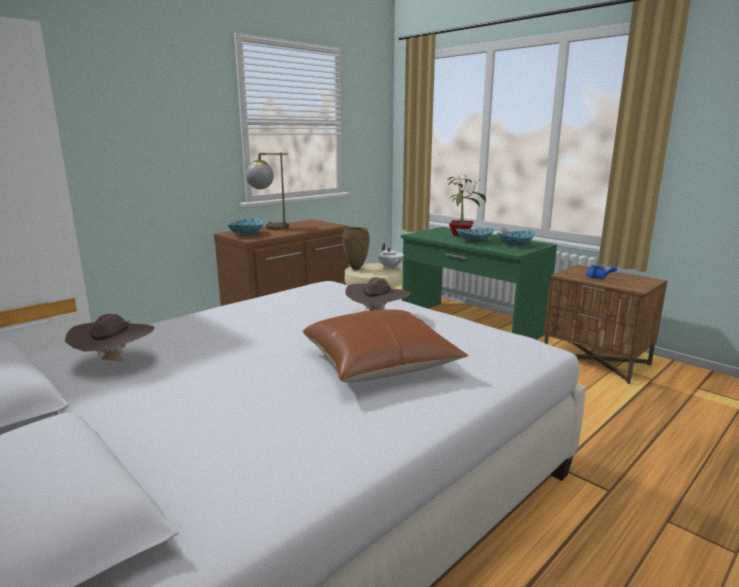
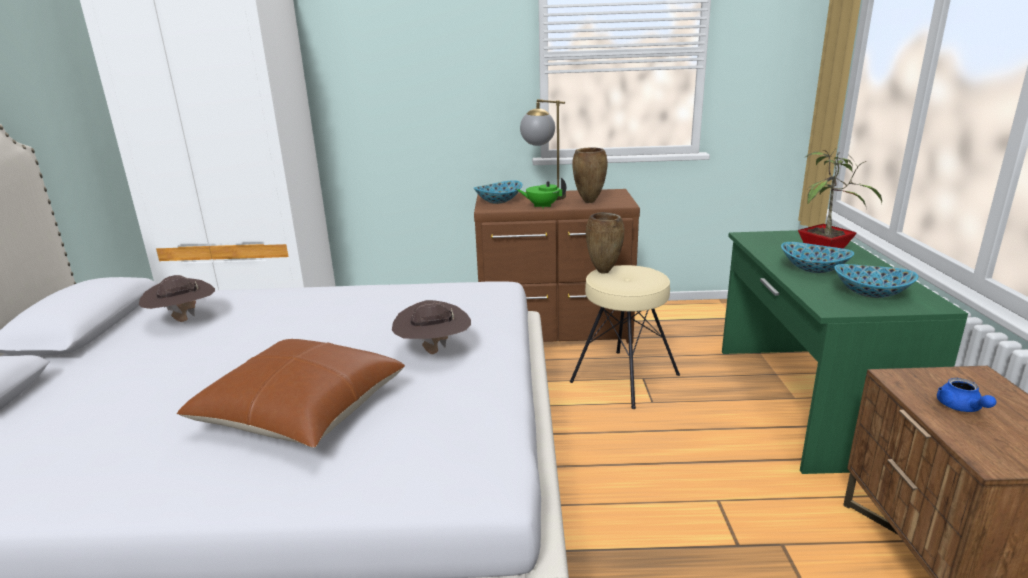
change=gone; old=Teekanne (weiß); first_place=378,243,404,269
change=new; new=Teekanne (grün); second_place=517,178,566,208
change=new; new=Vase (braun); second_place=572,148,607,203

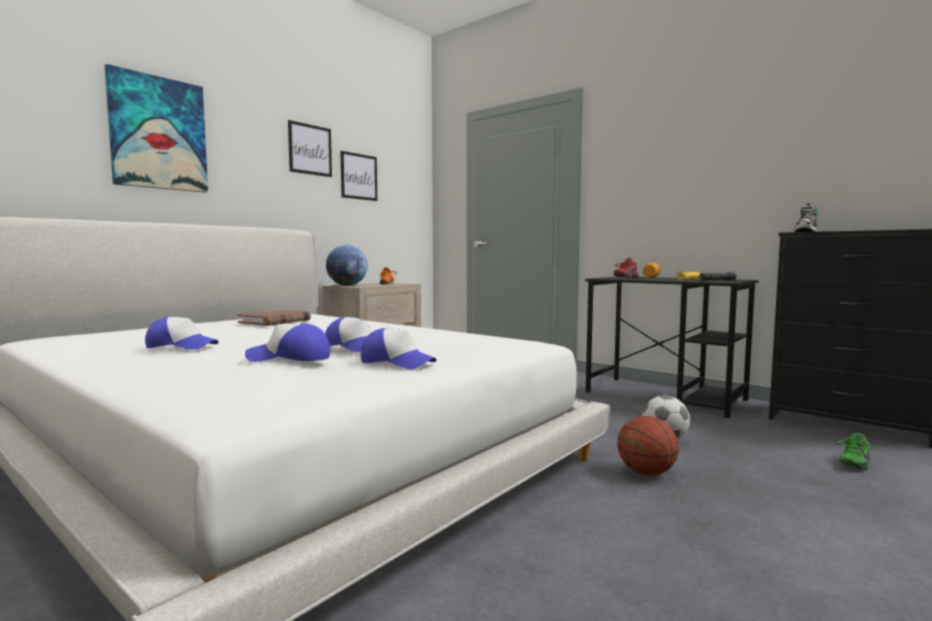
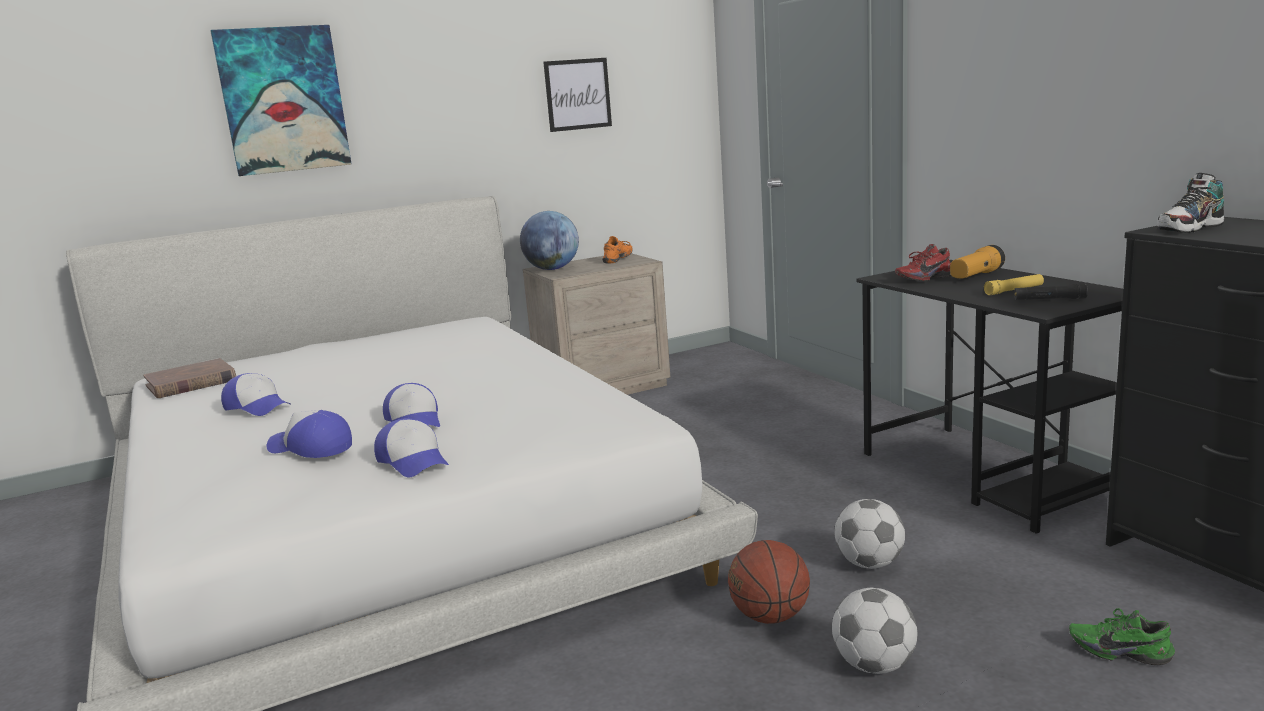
change=gone; old=Bild; first_place=288,120,332,177
change=new; new=Fußball; second_place=832,588,917,674
change=shifted; old=Buch (braun); first_place=237,309,311,326; second_place=143,358,236,398
change=rotated; old=Schuh (grün); first_place=834,433,870,469; second_place=1069,608,1175,665; degrees=45

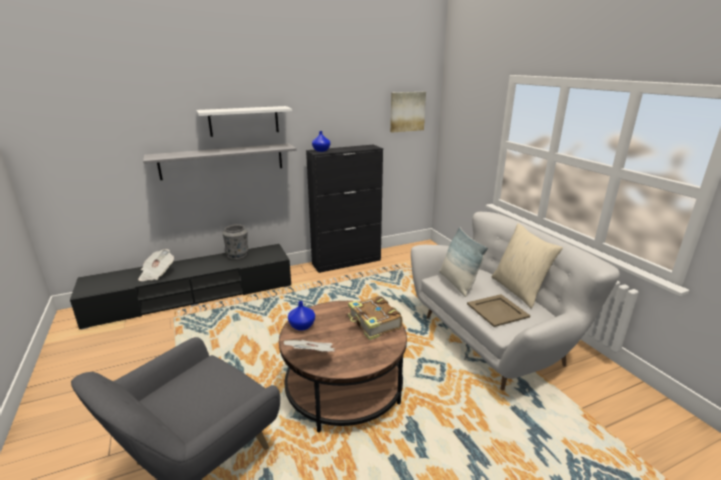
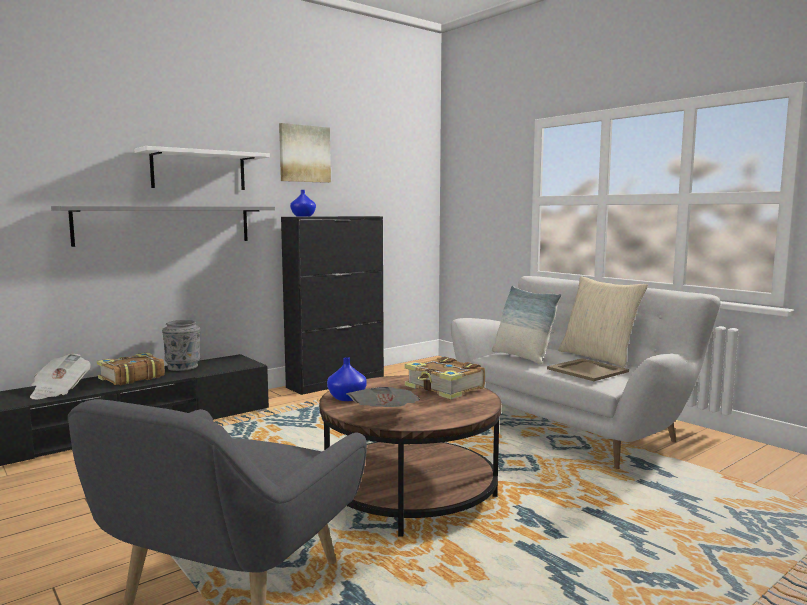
change=new; new=Buch; second_place=97,352,165,386
change=shifted; old=Bild; first_place=390,92,426,133; second_place=279,123,331,183

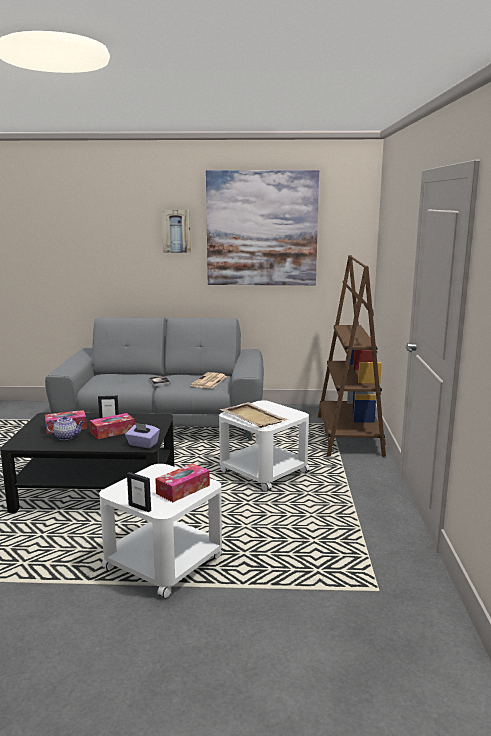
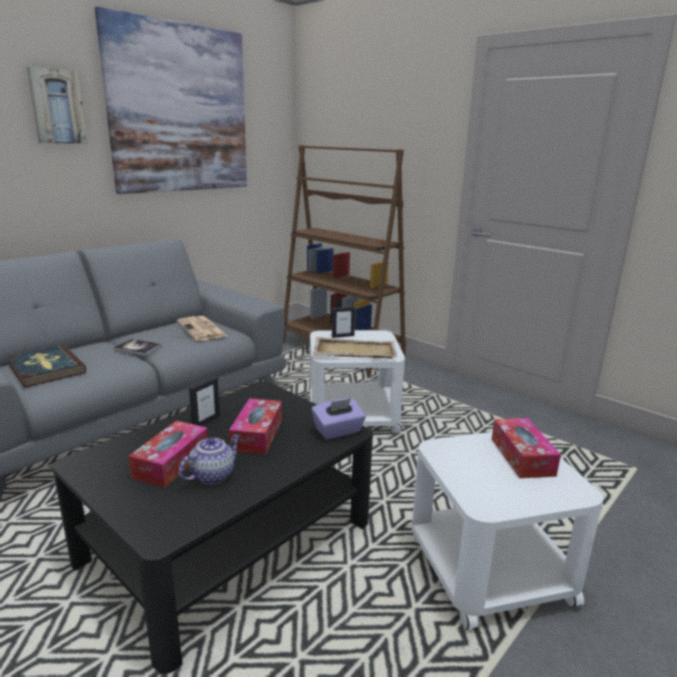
change=new; new=Buch; second_place=7,345,86,388
change=shifted; old=Bilderrahmen; first_place=127,472,151,512; second_place=332,307,355,338

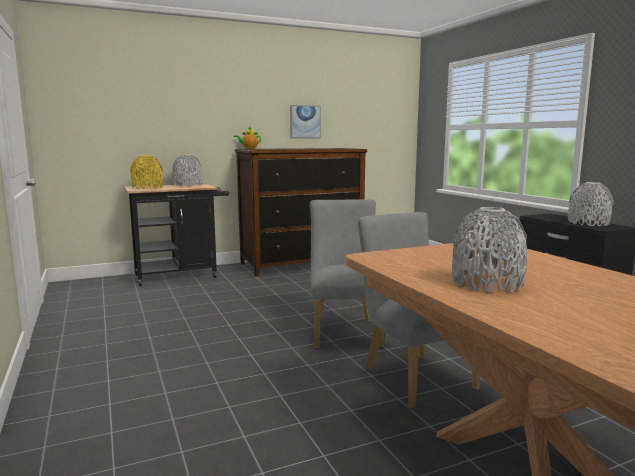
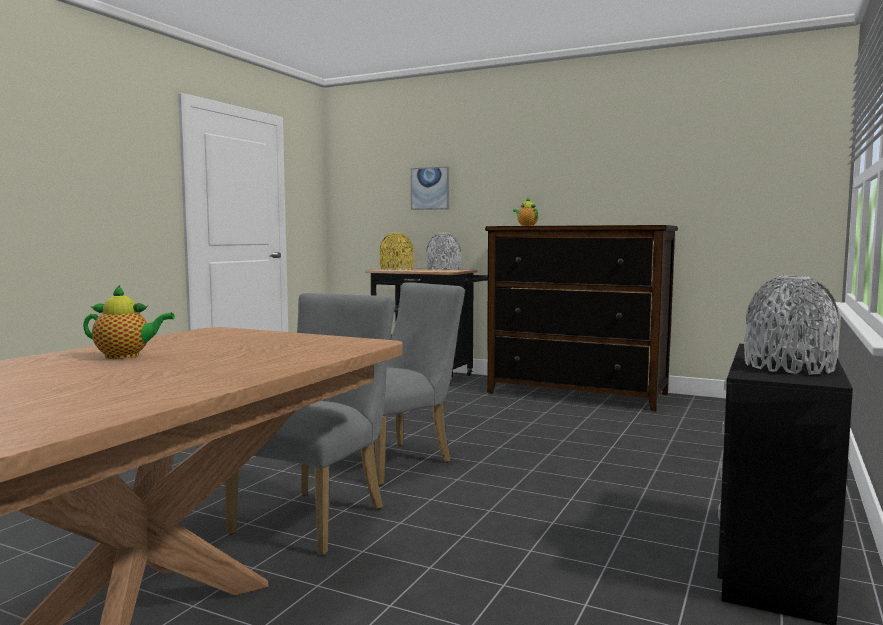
change=shifted; old=Bild; first_place=290,105,321,138; second_place=411,166,449,210
change=swapped; old=Vase (grau); new=Teekanne; first_place=452,207,527,292; second_place=83,285,175,359

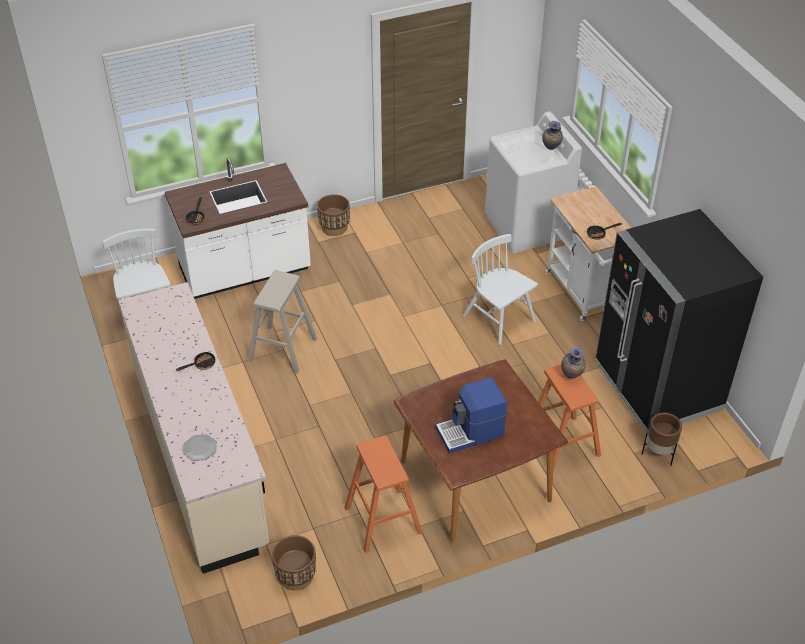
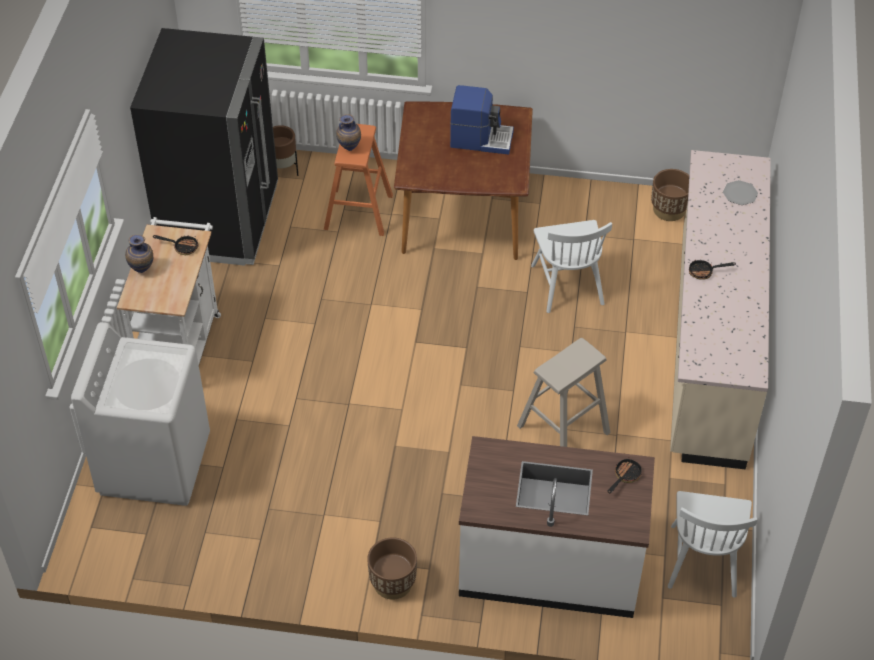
change=gone; old=Hocker (orange); first_place=344,435,423,553
change=shifted; old=Stuhl (weiß); first_place=463,234,538,345; second_place=531,220,612,313
change=shifted; old=Vase; first_place=542,121,563,150; second_place=125,235,153,273

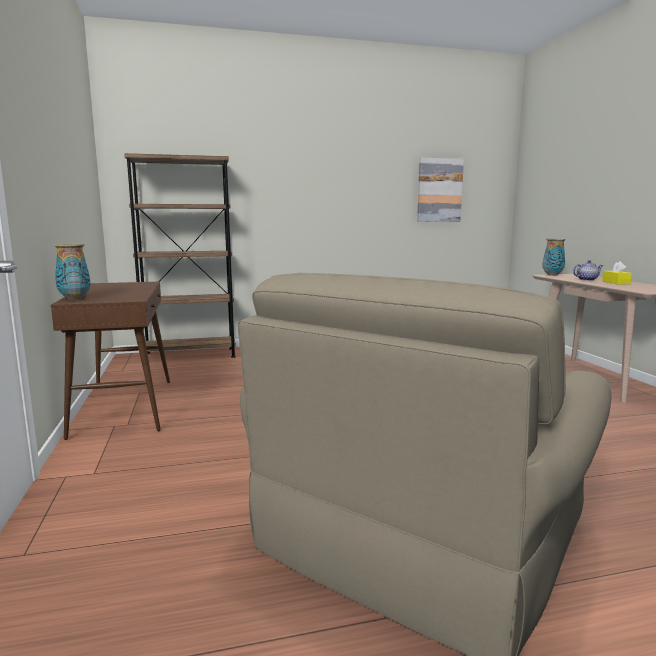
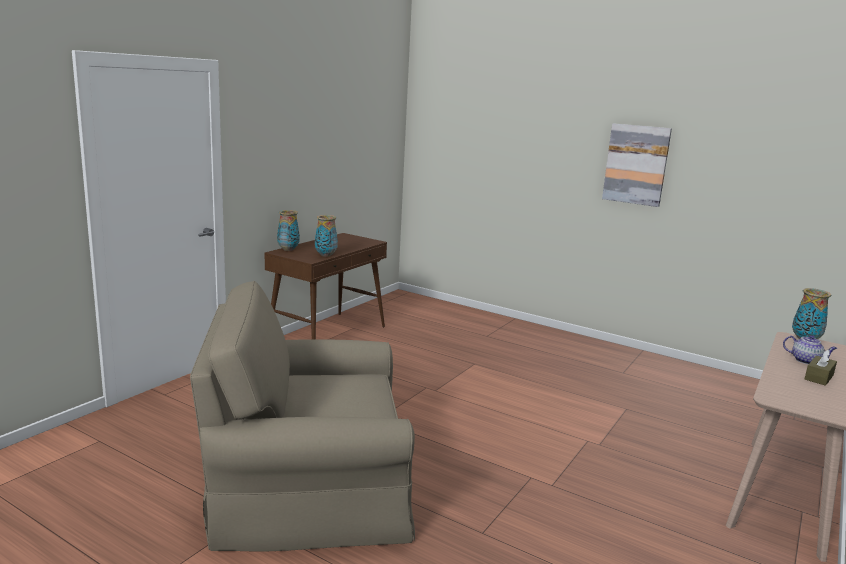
change=gone; old=Bücherregal (braun); first_place=124,153,236,358
change=new; new=Vase; second_place=315,215,338,257
change=shifted; old=Bild; first_place=417,158,464,222; second_place=602,123,672,207
change=repainted; old=Taschentuchbox (gelb); new=Taschentuchbox (braun); first_place=602,261,632,284; second_place=805,350,837,386

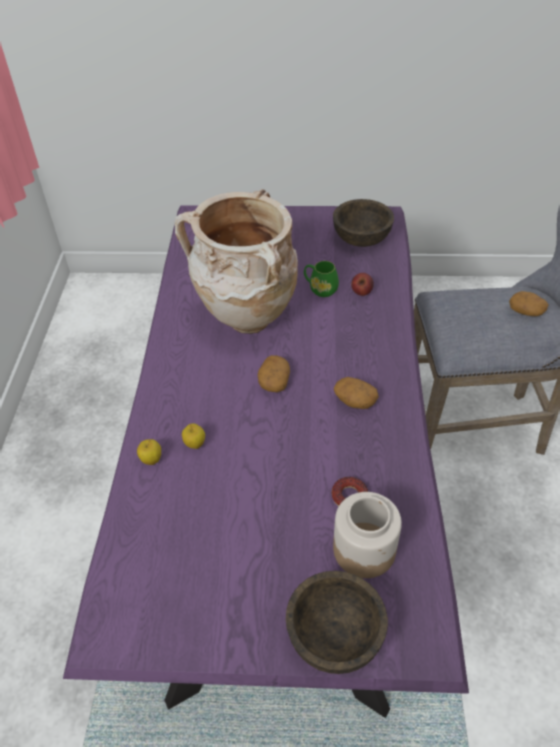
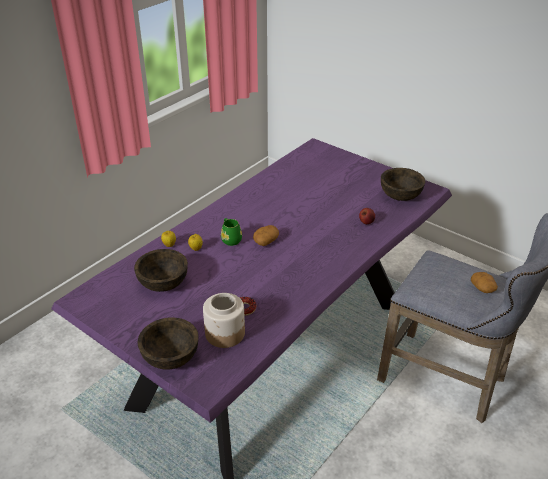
change=gone; old=Vase (beige); first_place=175,189,298,334
change=gone; old=Kartoffel; first_place=334,377,379,409
change=new; new=Schüssel (braun); second_place=134,249,188,292
change=shifted; old=Henkelbecher (grün); first_place=304,261,339,297; second_place=221,218,242,246

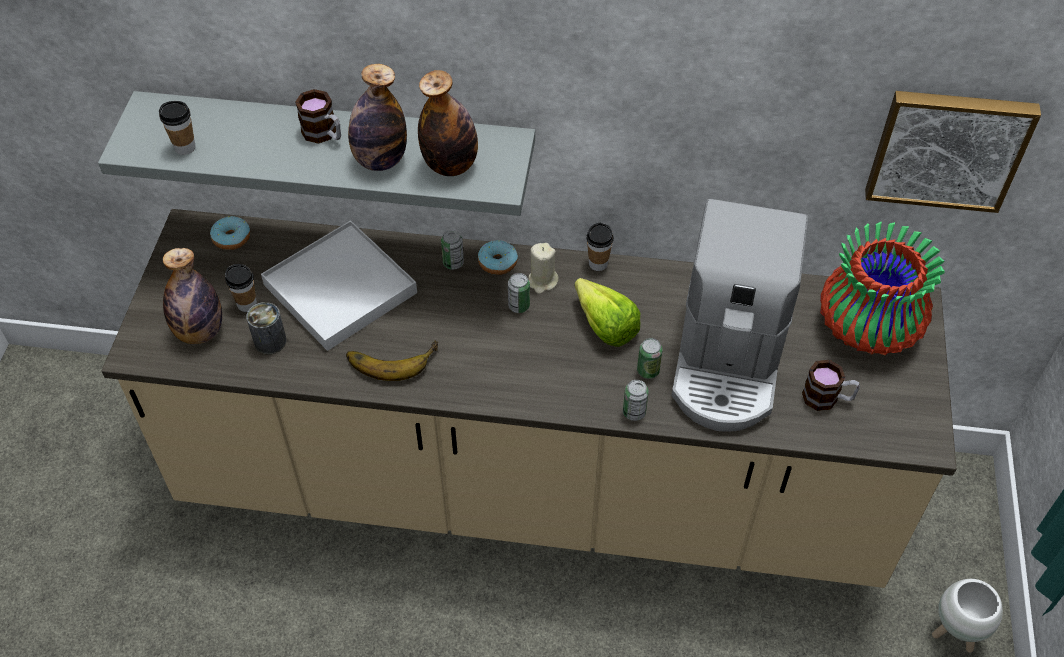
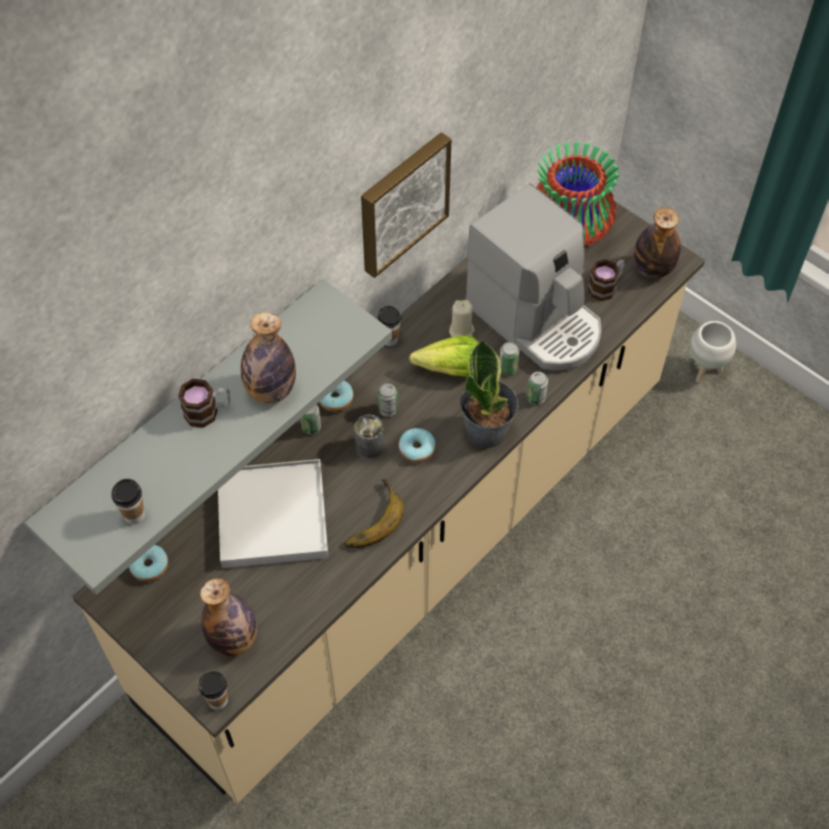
change=new; new=Donut; second_place=399,428,436,463
change=new; new=Topfpflanze; second_place=460,340,519,448
change=shifted; old=Tasse; first_place=225,264,257,312; second_place=198,671,228,710
change=shifted; old=Dose; first_place=246,302,287,354; second_place=354,415,384,459
change=shifted; old=Flasche; first_place=418,70,478,176; second_place=634,207,681,278
change=shifted; old=Kerze (beige); first_place=529,243,559,294; second_place=449,300,475,337
change=shifted; old=Bild; first_place=865,91,1041,213; second_place=361,132,452,278

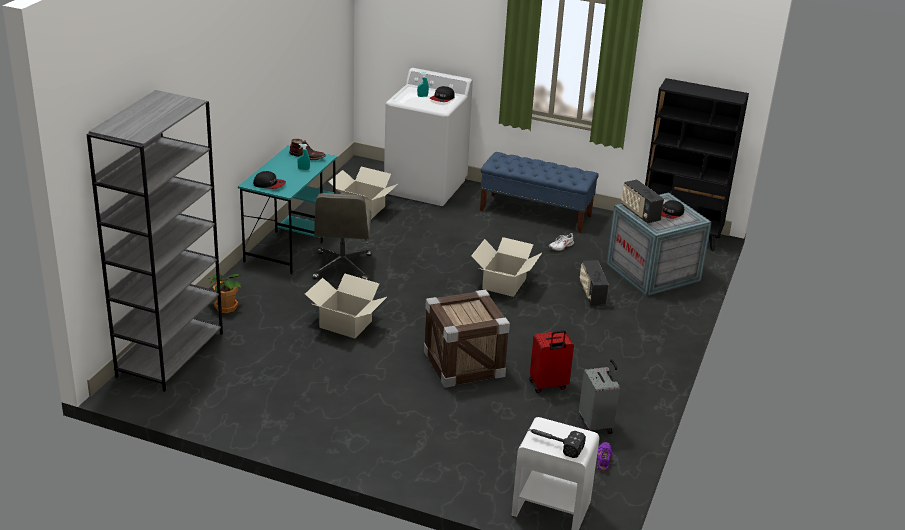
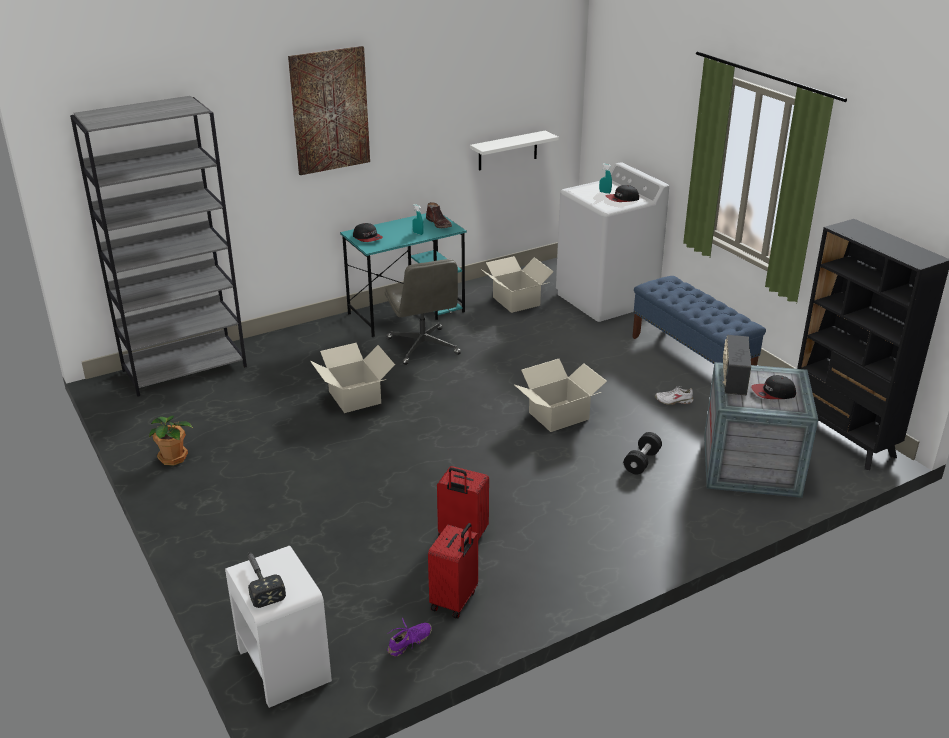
change=gone; old=Kiste; first_place=424,289,510,388
change=new; new=Bild; second_place=288,46,370,175
change=new; new=Wandregal (weiß); second_place=470,130,559,170
change=shifted; old=Topfpflanze; first_place=209,274,242,314; second_place=149,416,193,466
change=swapped; old=Radio; new=Hantel (schwarz); first_place=580,260,609,306; second_place=624,432,662,474
change=repainted; old=Koffer (grau); new=Koffer (rot); first_place=579,359,620,434; second_place=428,523,478,619
change=rotated; old=Bürostuhl (grau); first_place=313,193,372,280; second_place=385,259,461,365; degrees=-60

